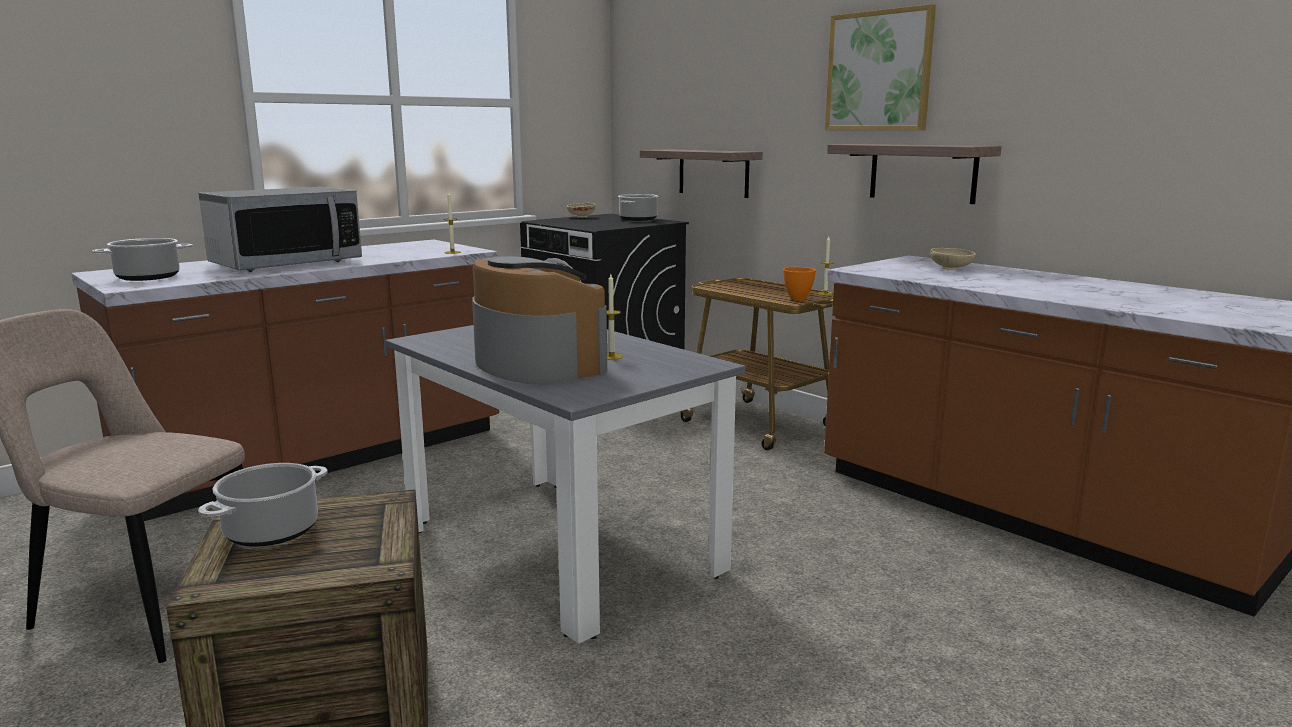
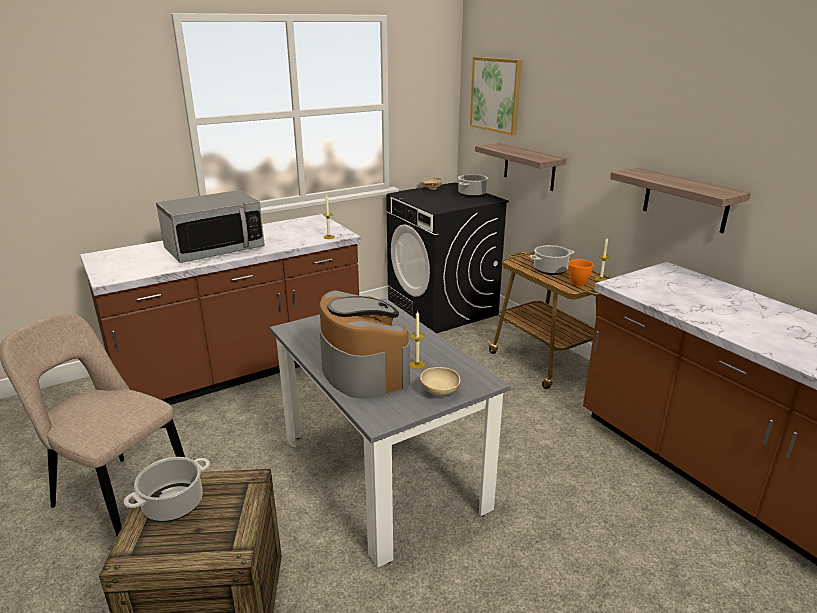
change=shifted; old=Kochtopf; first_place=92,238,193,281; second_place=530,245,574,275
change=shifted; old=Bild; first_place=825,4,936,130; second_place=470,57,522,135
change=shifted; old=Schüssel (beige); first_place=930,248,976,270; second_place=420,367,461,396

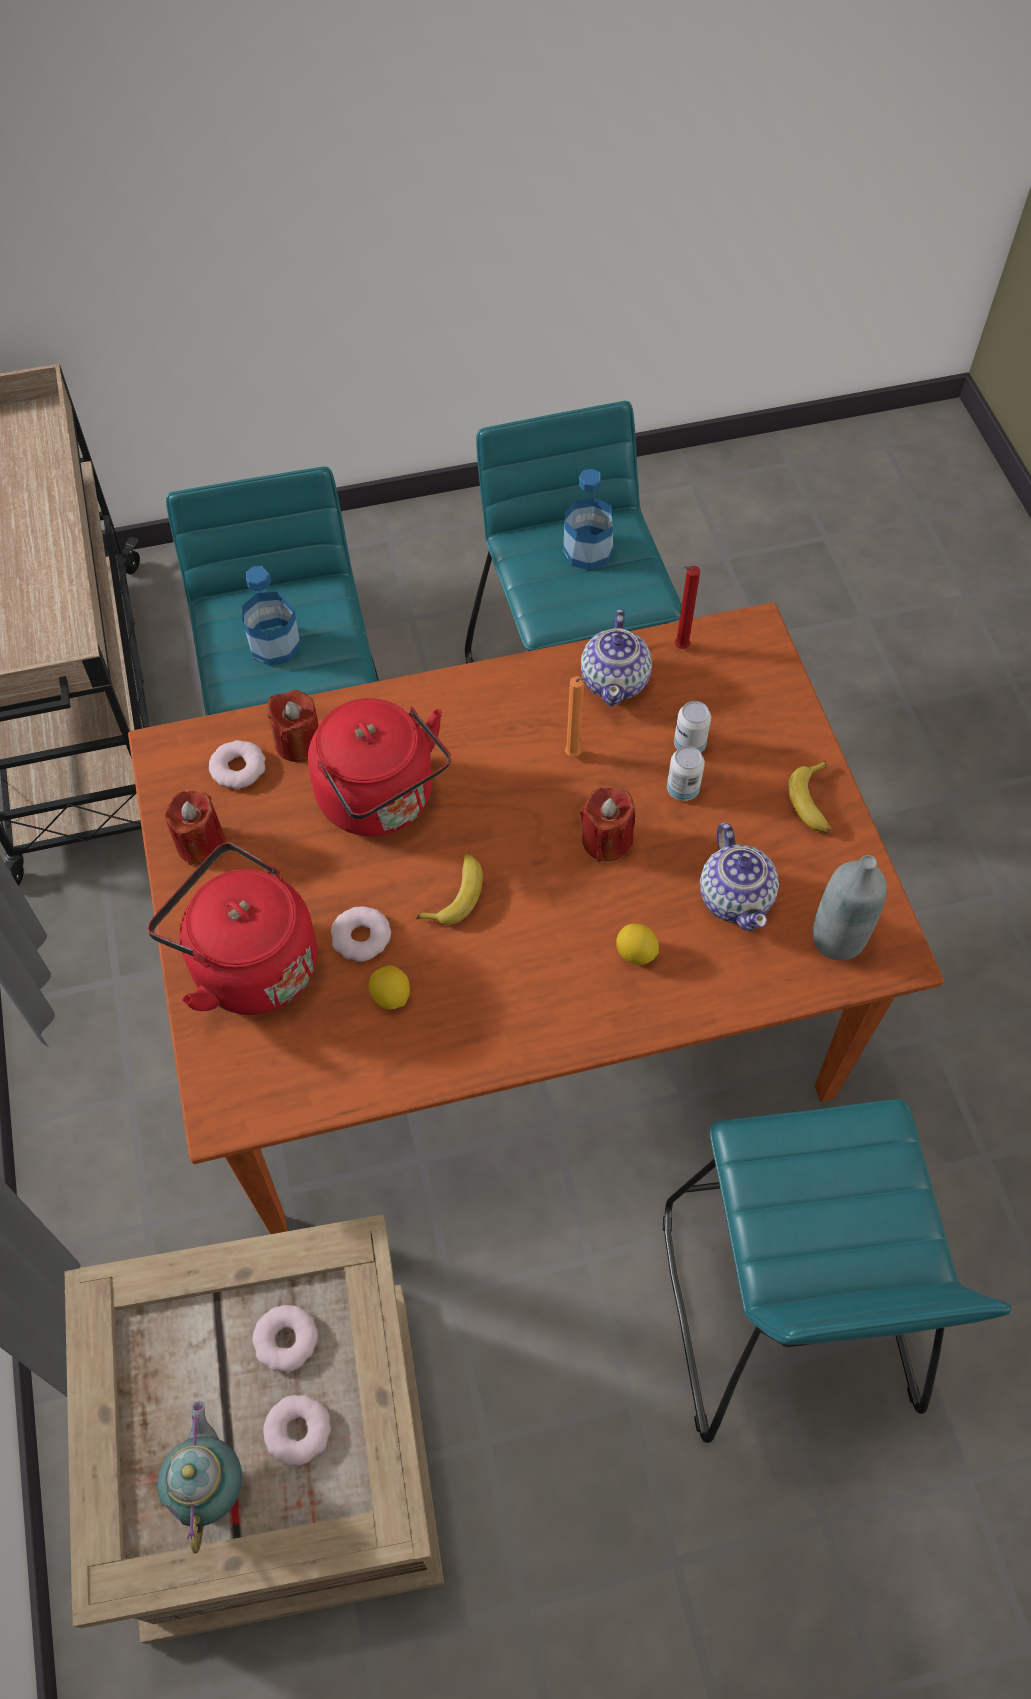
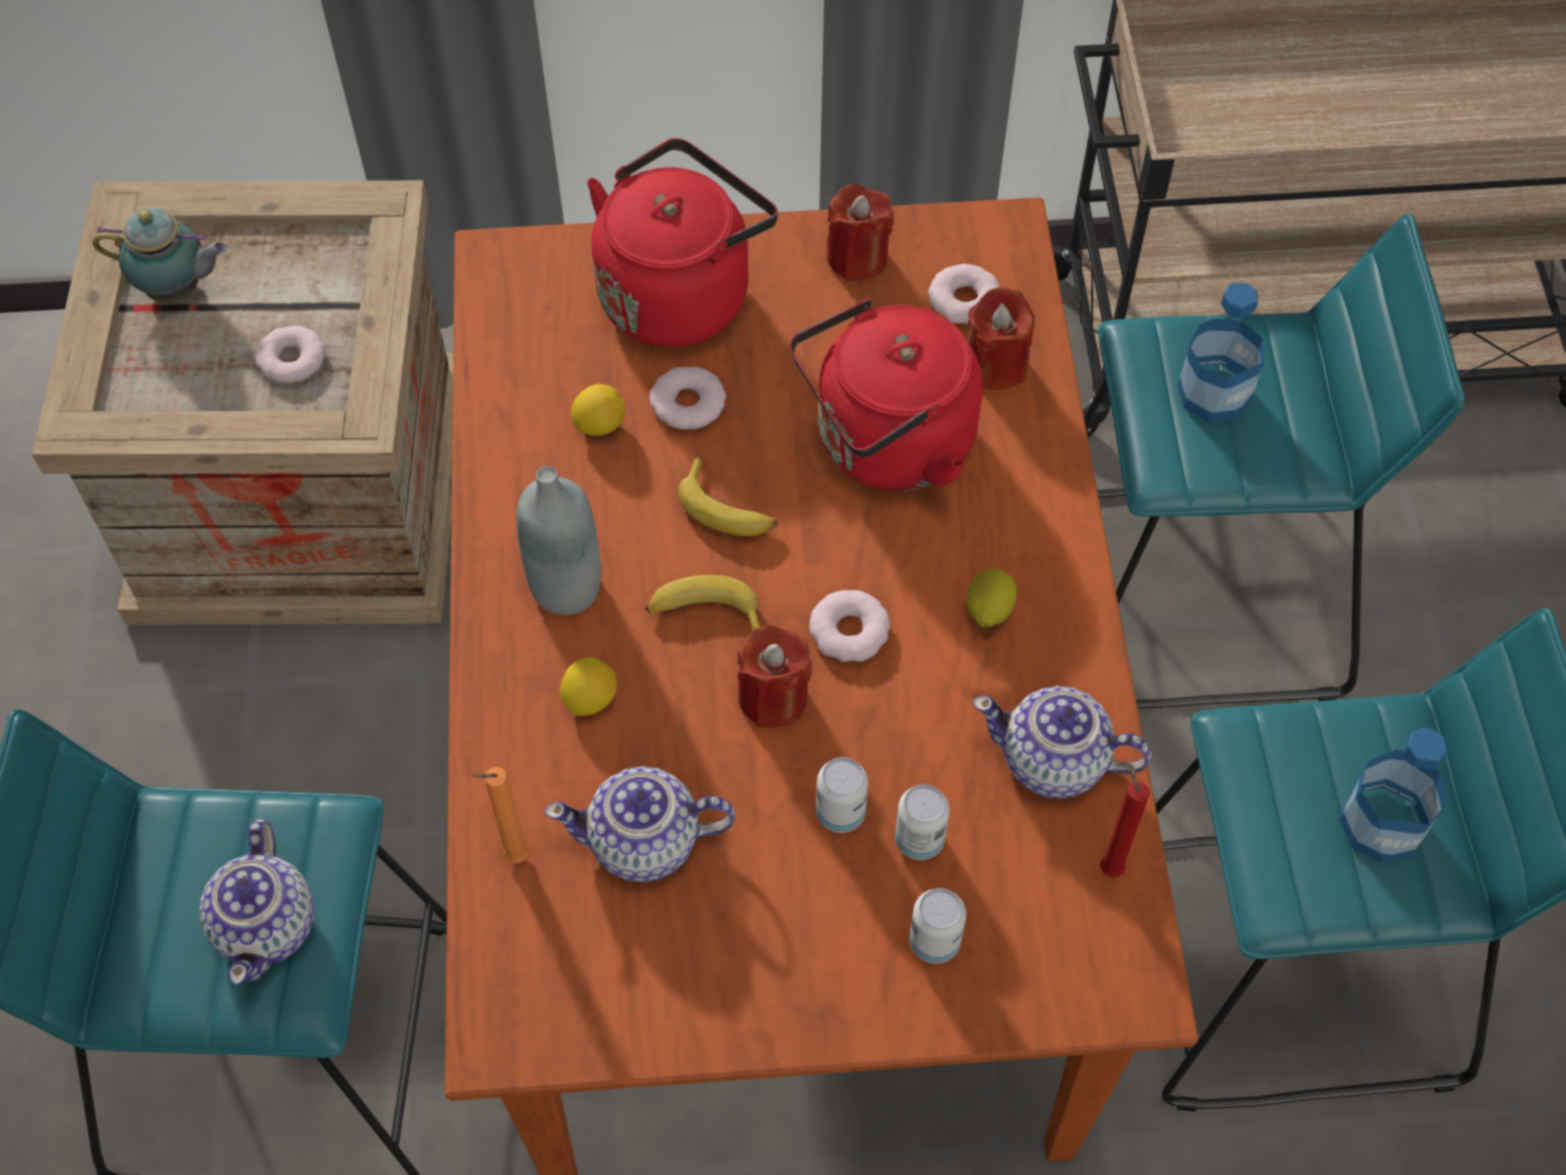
change=new; new=Teekanne; second_place=200,819,314,985
change=new; new=Dose; second_place=910,888,966,964
change=new; new=Zitrone; second_place=967,568,1017,627
change=shifted; old=Donut; first_place=263,1395,331,1466; second_place=809,590,890,662
change=shifted; old=Kerze (orange); first_place=565,676,587,757; second_place=471,767,529,863
change=shifted; old=Banane; first_place=788,761,832,833; second_place=645,575,760,630
change=shifted; old=Flasche (grau); first_place=813,855,887,960; second_place=516,466,601,615

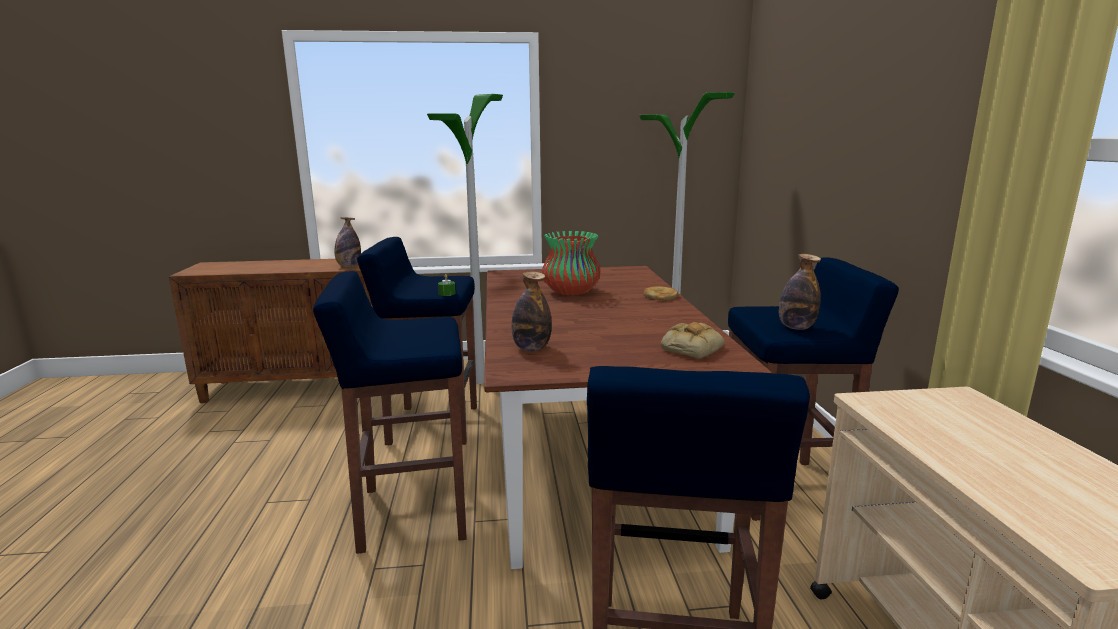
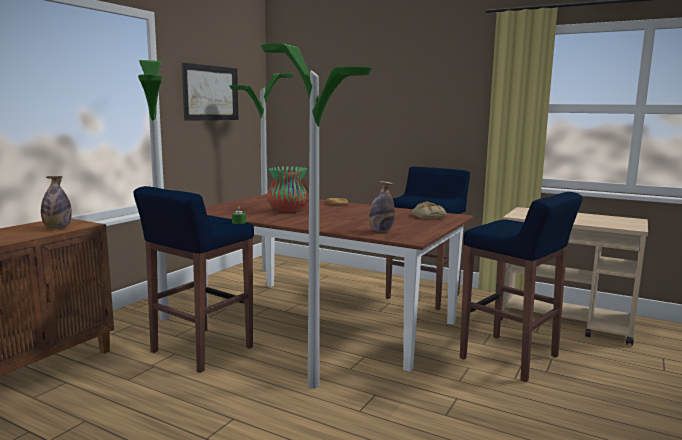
change=gone; old=Flasche; first_place=779,254,821,330
change=new; new=Bild; second_place=182,63,238,121
change=swapped; old=Hocker (blau); new=Stehlampe; first_place=313,271,467,554; second_place=261,43,372,388

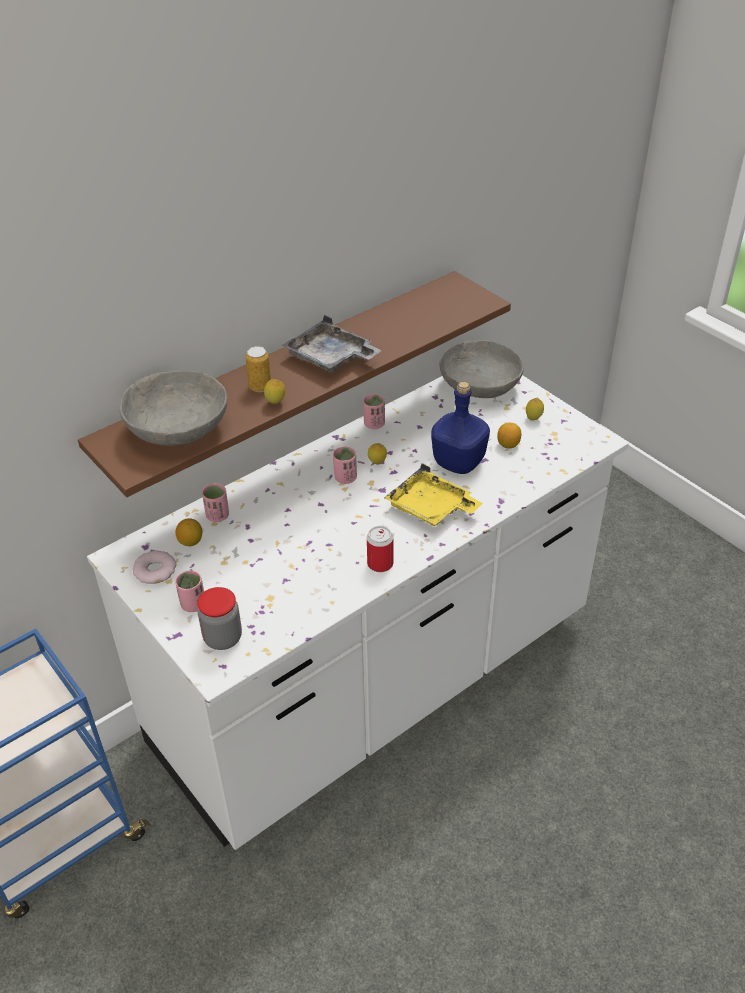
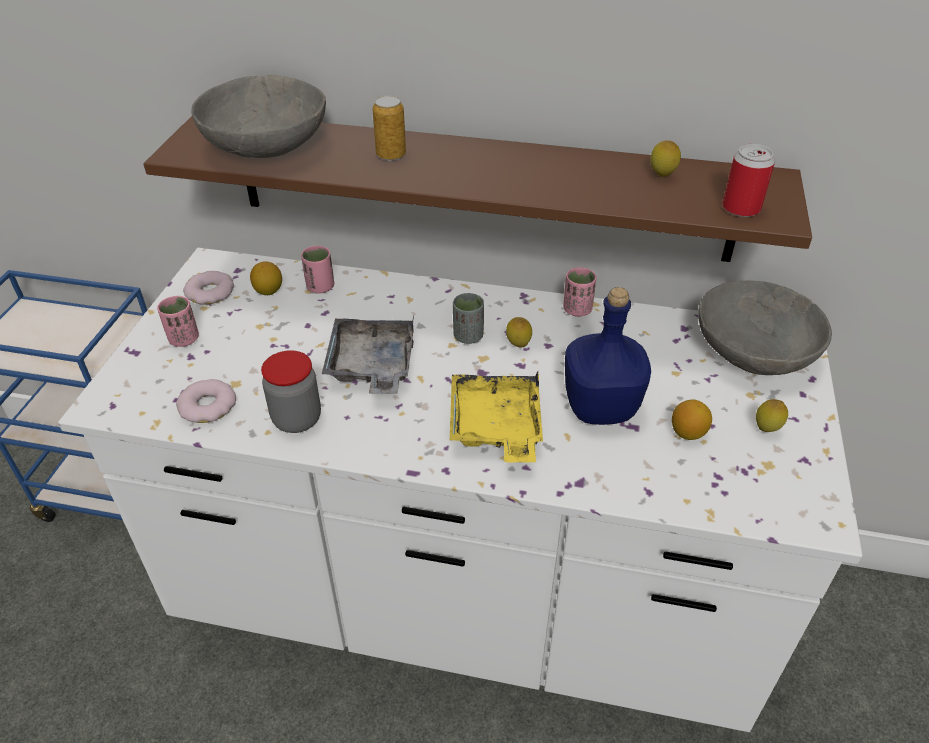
change=new; new=Donut; second_place=176,379,236,423
change=shifted; old=Vorratsglas; first_place=197,587,242,650; second_place=261,350,321,433
change=shifted; old=Zitrone; first_place=264,379,285,404; second_place=650,140,681,177
change=shifted; old=Tablett (grau); first_place=281,315,382,373; second_place=322,316,414,394
change=shifted; old=Dose; first_place=367,526,393,572; second_place=722,144,775,217
change=repainted; old=Tasse (rosa); new=Tasse (grau); first_place=333,446,357,484; second_place=453,293,484,344

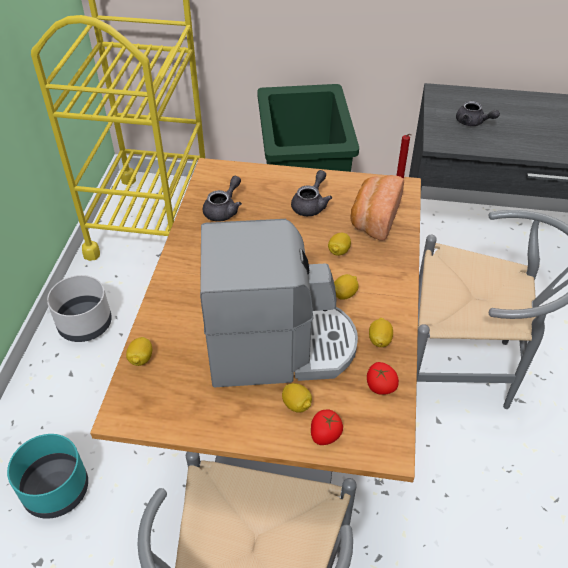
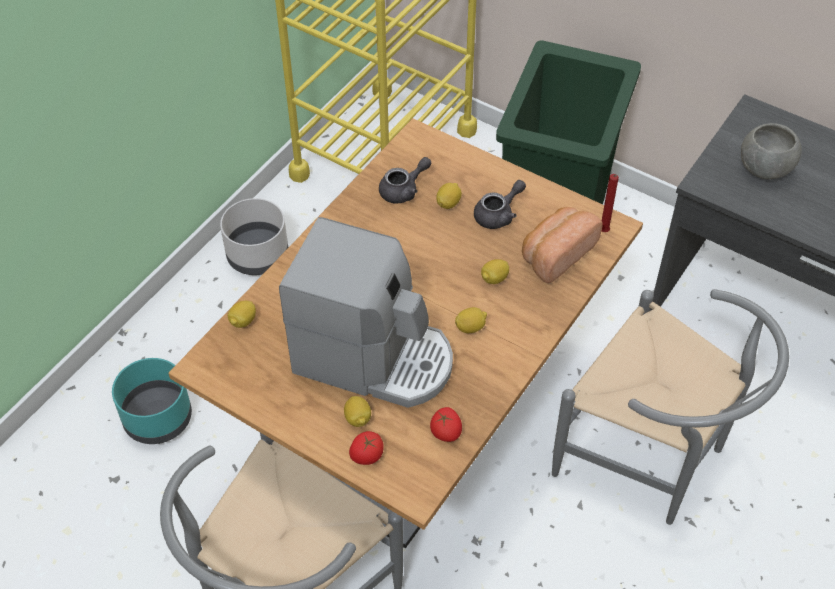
change=shifted; old=Zitrone; first_place=369,318,393,347; second_place=436,183,462,209
change=swapped; old=Teekanne (grau); new=Schüssel (grau); first_place=456,101,500,126; second_place=741,123,802,179

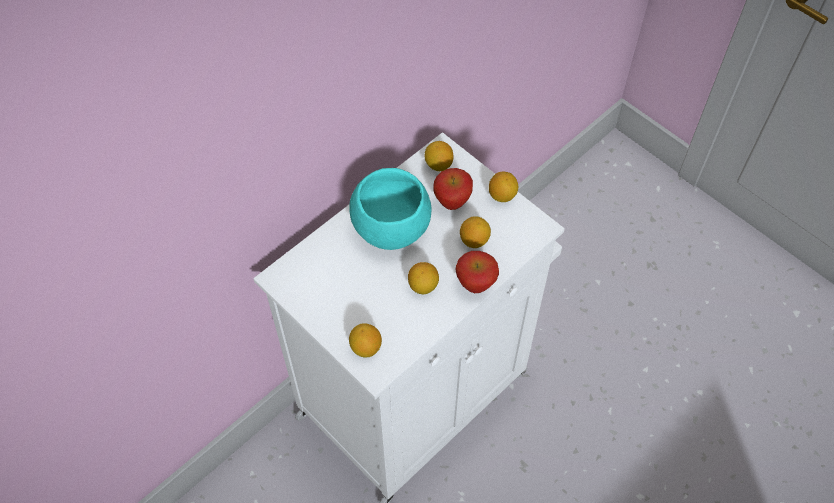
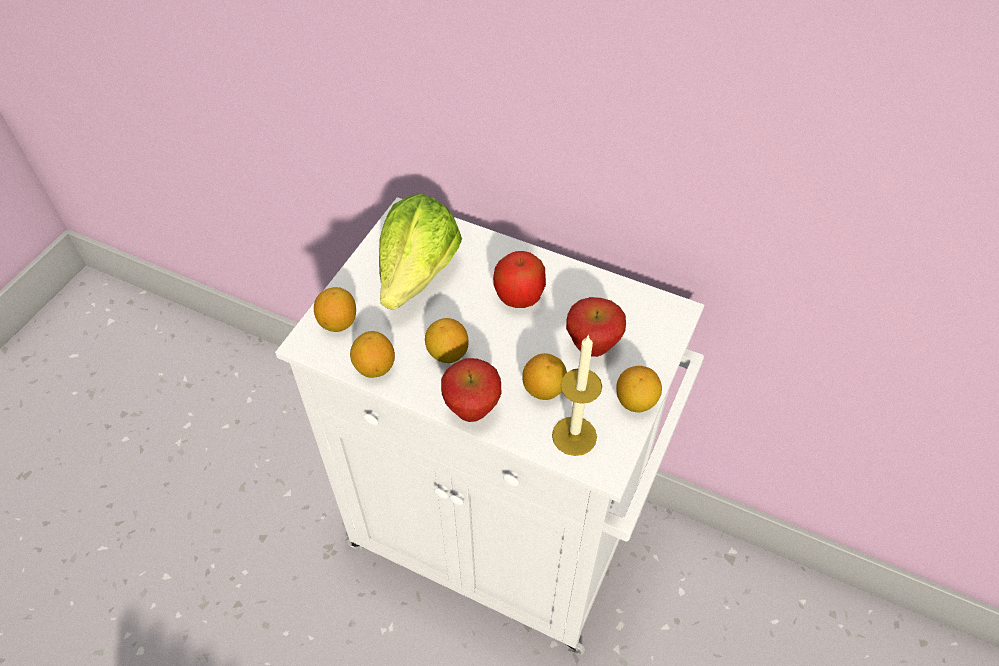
change=new; new=Salatkopf; second_place=379,194,462,310
change=new; new=Kerze; second_place=552,335,602,456
change=shifted; old=Zitrone; first_place=425,141,453,171; second_place=350,331,395,378
change=swapped; old=Schüssel (türkis); new=Apfel; first_place=349,168,431,250; second_place=493,251,546,308

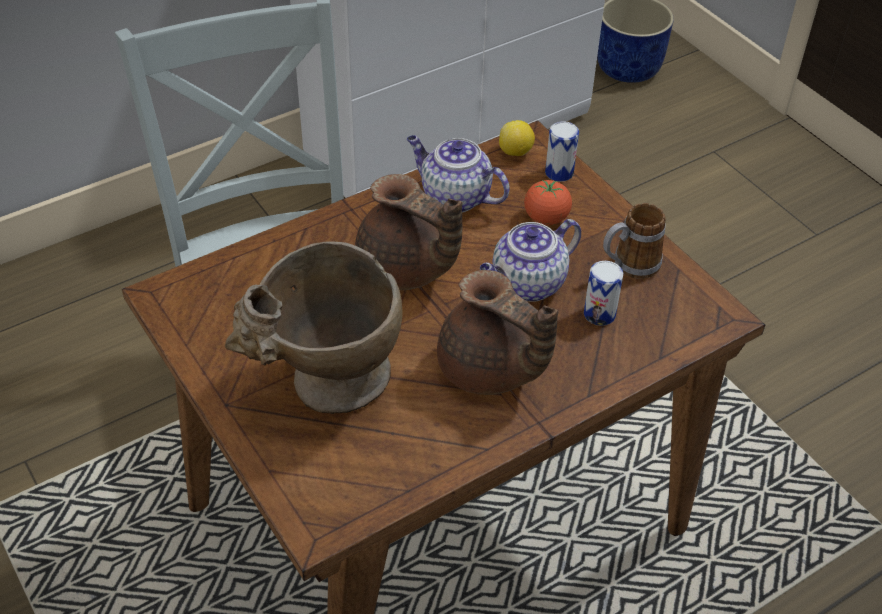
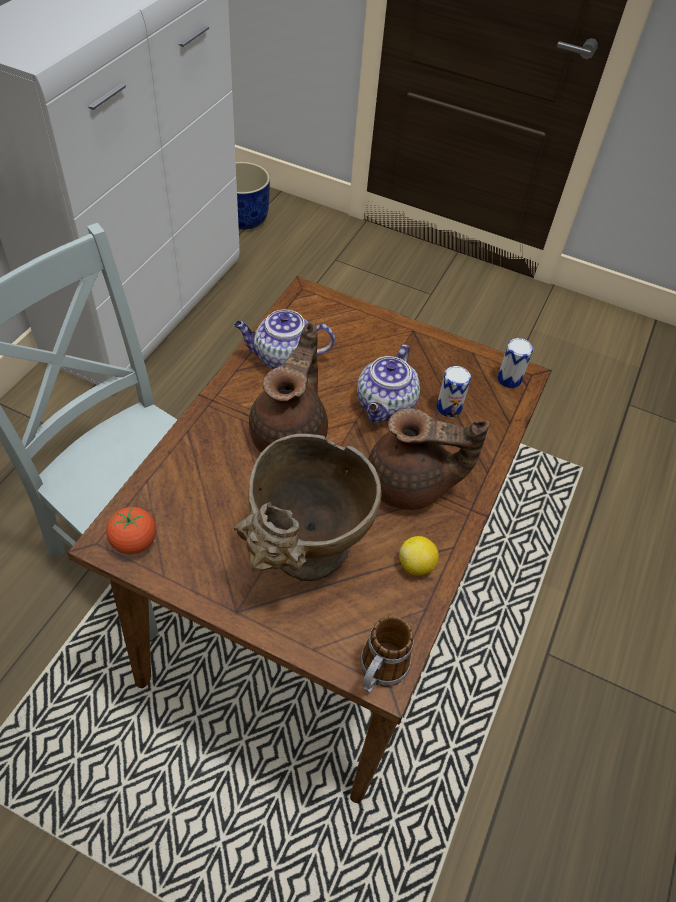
change=shifted; old=Zitrone; first_place=499,120,535,156; second_place=399,536,439,576
change=shifted; old=Tomate; first_place=524,180,572,225; second_place=106,507,156,554
change=shifted; old=Dose; first_place=545,121,579,182; second_place=497,338,533,388
change=shifted; old=Henkelbecher; first_place=603,203,666,279; second_place=360,616,413,693
change=rotated; old=Teekanne (braun); first_place=355,174,462,290; second_place=249,321,328,452; degrees=-75

